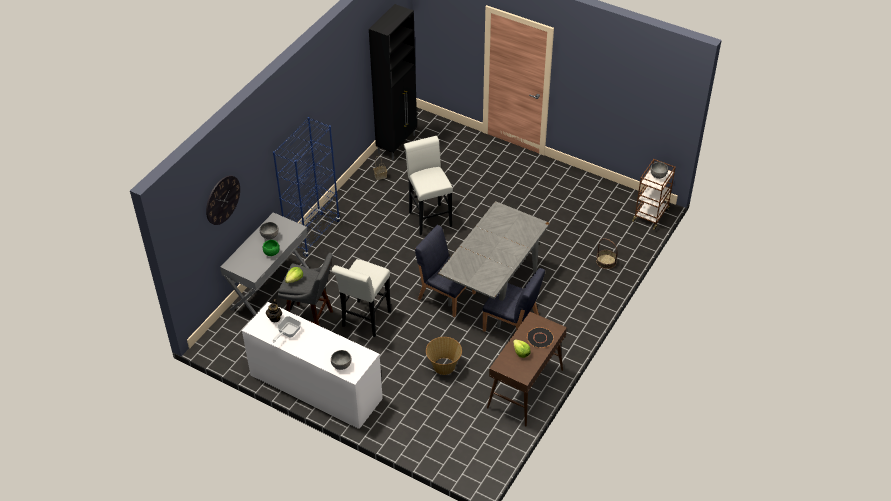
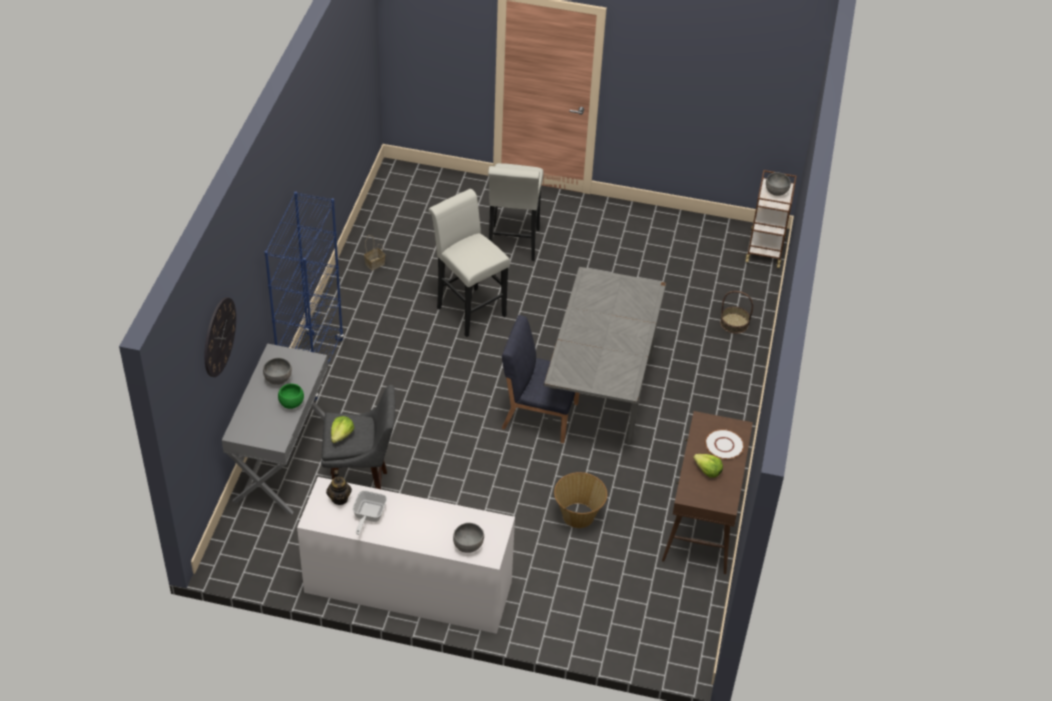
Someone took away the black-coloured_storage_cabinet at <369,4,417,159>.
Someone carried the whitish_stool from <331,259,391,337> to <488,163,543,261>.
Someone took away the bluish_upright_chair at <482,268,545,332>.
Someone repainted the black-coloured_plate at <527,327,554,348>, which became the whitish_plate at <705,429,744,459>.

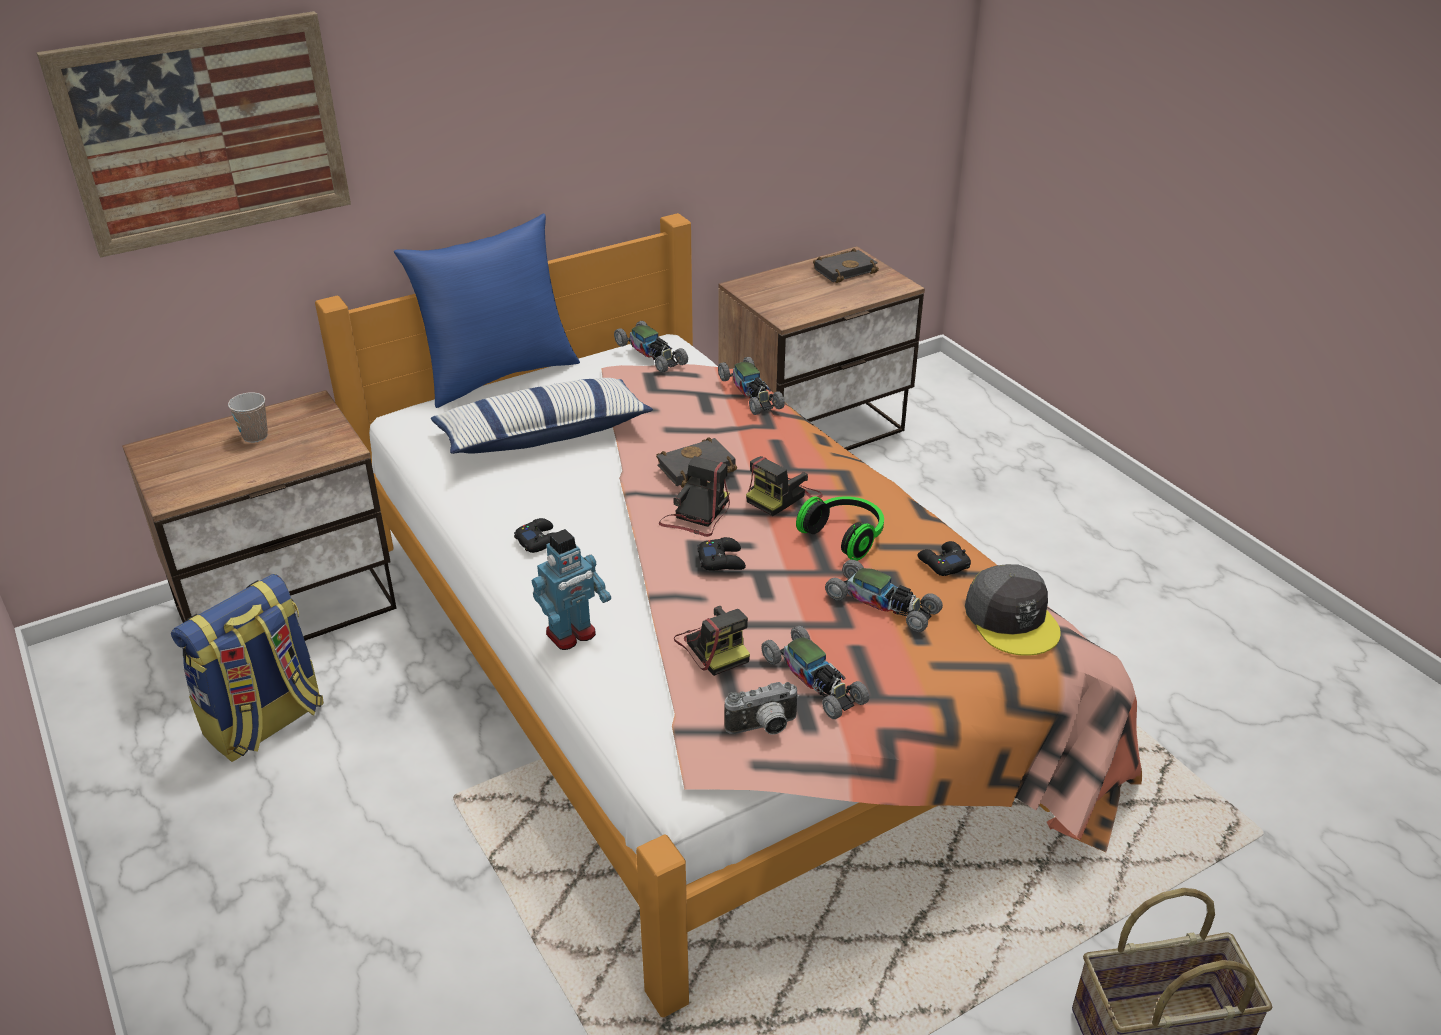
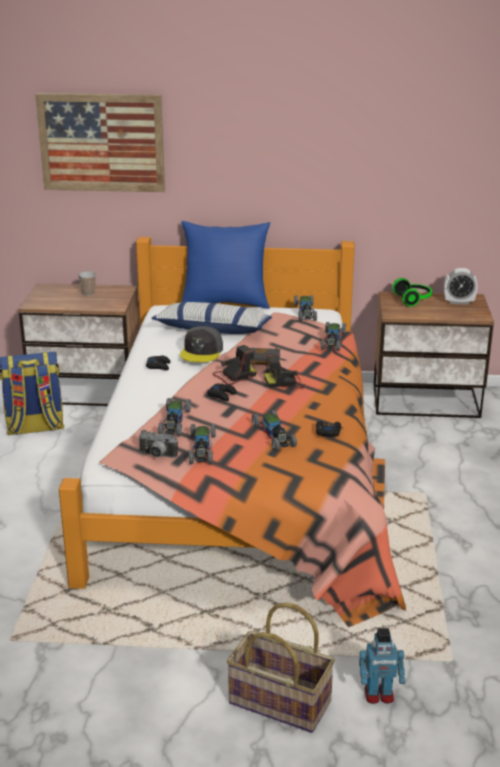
Someone swapped the black-coloured_book at <813,248,879,283> for the alarm_clock at <444,268,478,305>.
Someone carried the pair_of_headphones from <796,496,884,561> to <392,278,432,307>.
Someone carried the model_robot from <532,529,611,650> to <359,628,406,704>.
Someone carried the grey_cap from <965,564,1061,656> to <180,326,223,362>.
Someone swapped the still_camera at <674,606,750,676> for the model_car at <158,398,191,436>.

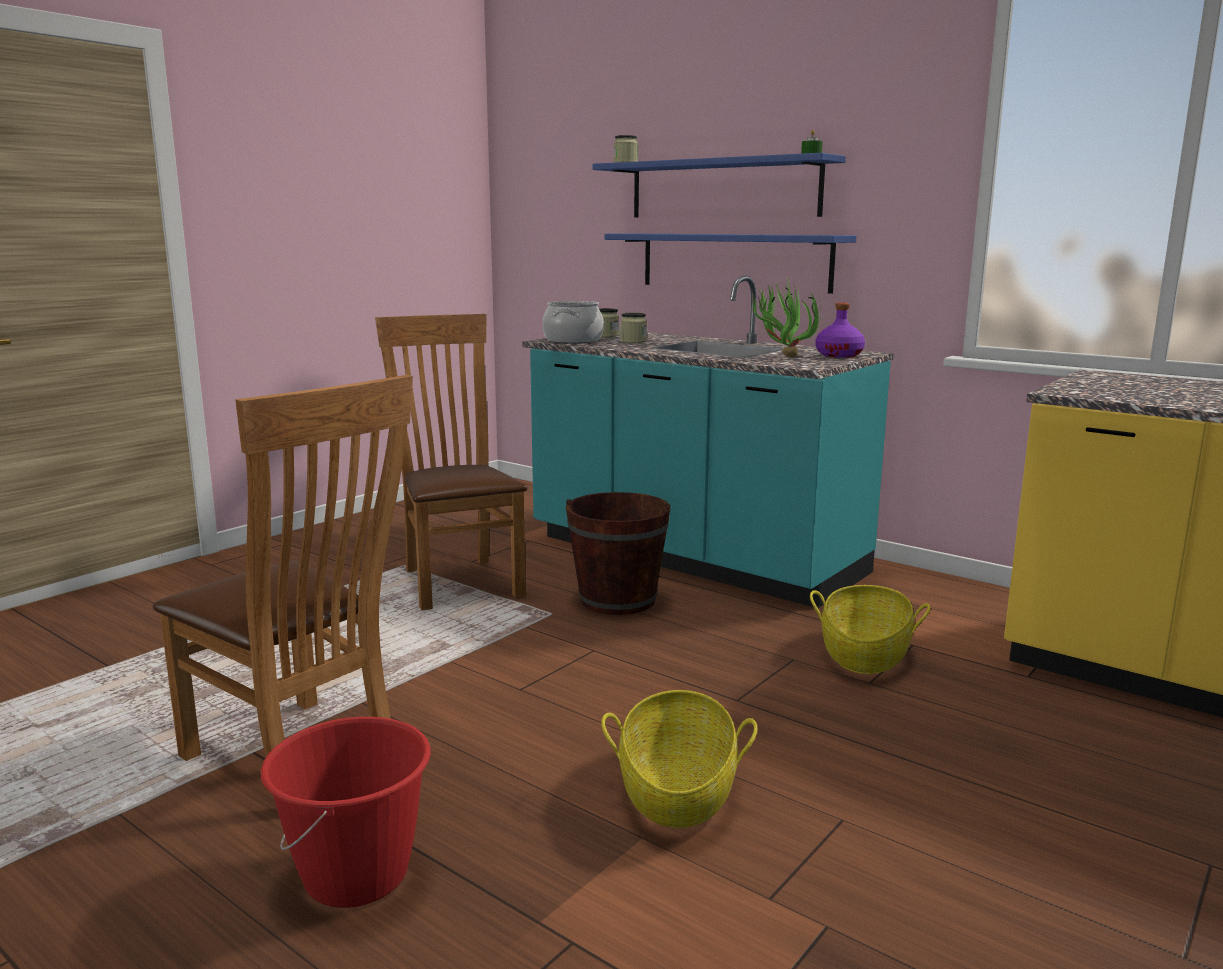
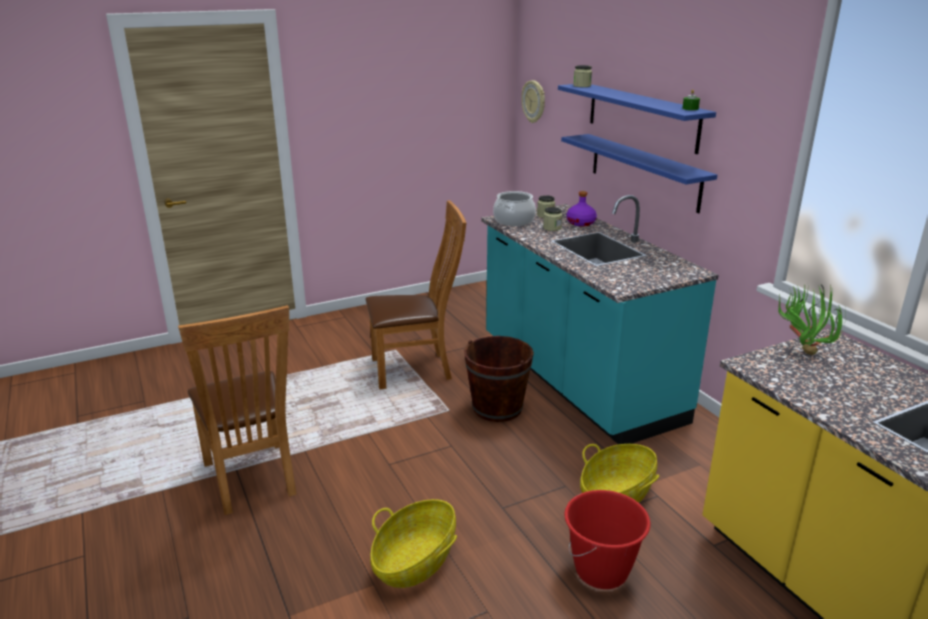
Someone carried the plant_in_a_pot from <752,279,821,358> to <778,284,846,355>.
Someone carried the purple-coloured_bottle from <816,303,865,358> to <566,191,597,226>.
Someone rotated the brown_upright_chair at <375,314,527,610> by 75 degrees clockwise.
Someone carried the red-coloured_water_bucket from <261,717,431,908> to <564,490,650,589>.
Someone put up the hanging_clock at <521,80,545,123>.

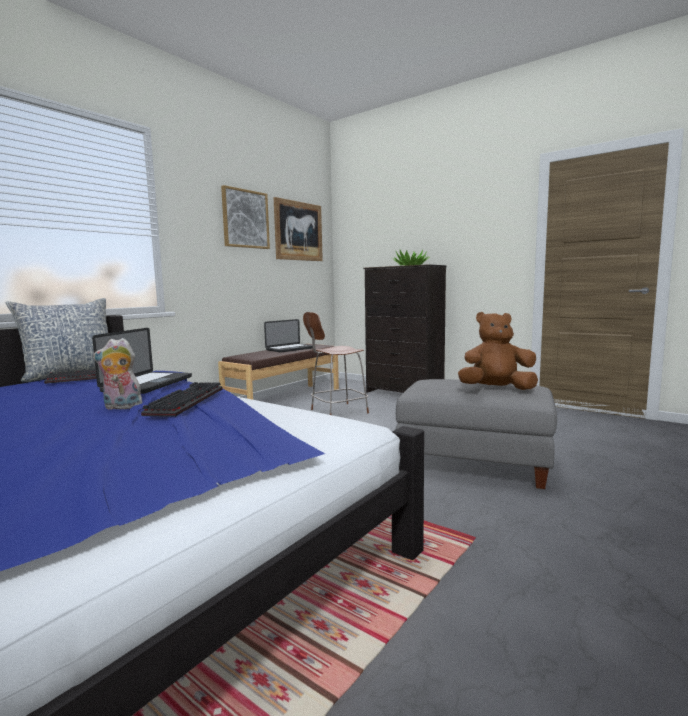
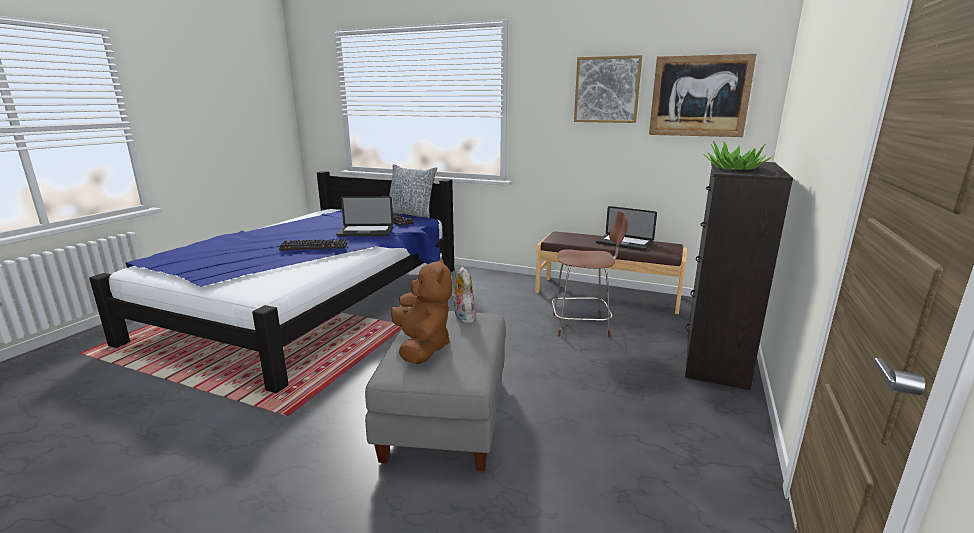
Someone rotated the brown_upright_chair at <303,312,369,415> by 135 degrees clockwise.
Someone carried the soft_toy from <93,338,143,410> to <451,267,476,323>.

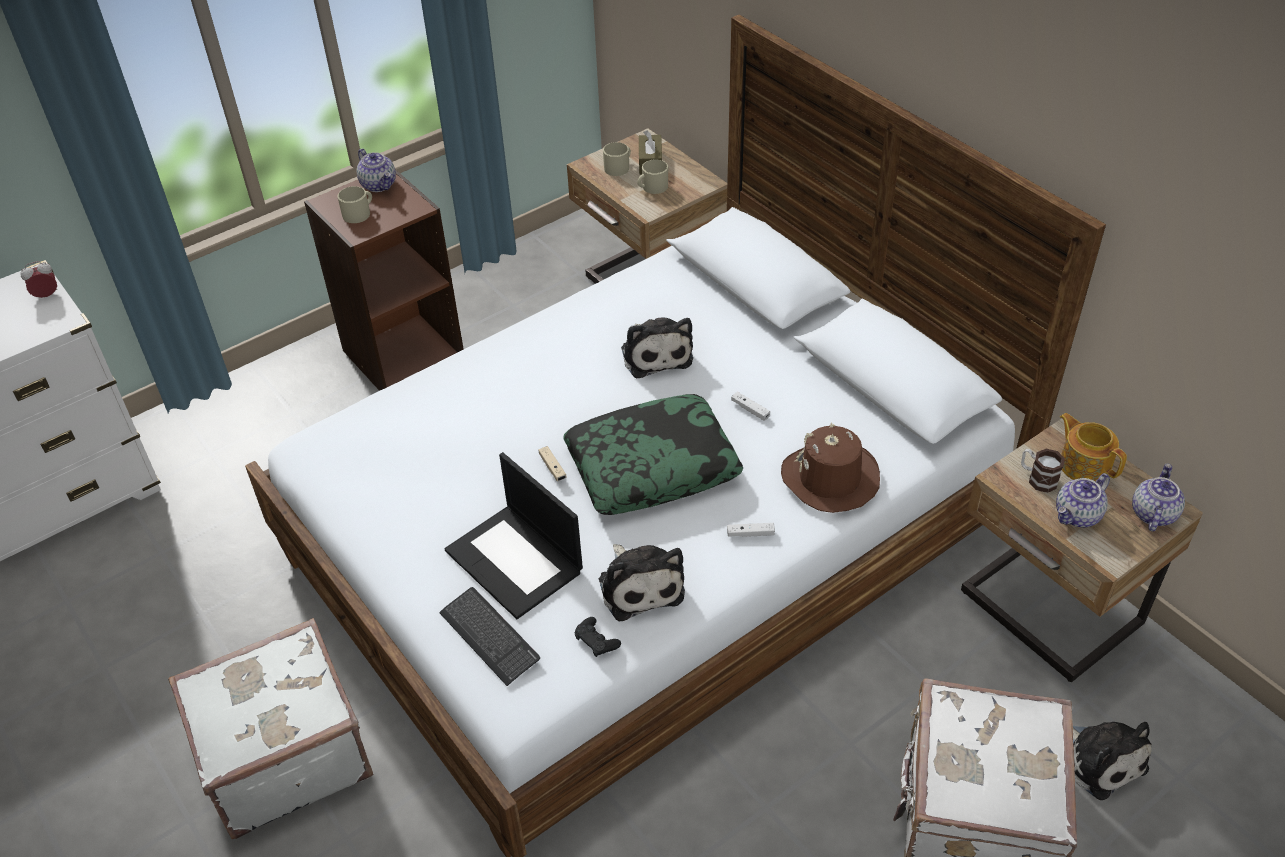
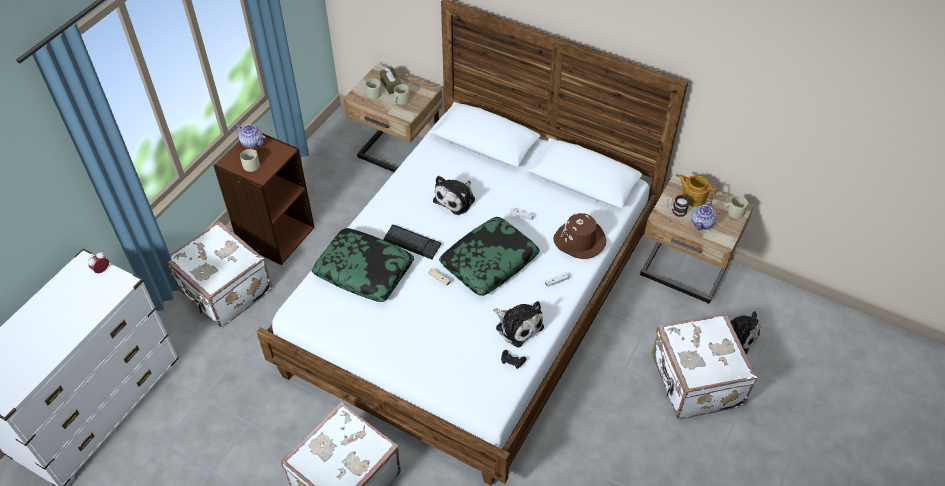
Someone rotated the soft_toy at <621,318,693,379> by 75 degrees clockwise.
Someone took away the notebook_computer at <444,452,583,619>.
Someone swapped the pot_for_tea at <1132,463,1185,531> for the beige-coloured_coffee_mug at <724,196,748,219>.
Someone carried the PC_keyboard from <439,587,540,686> to <383,225,441,259>.
Someone put down the whitish_travel_case at <167,221,272,327>.
Someone put down the throw_pillow at <312,228,414,302>.

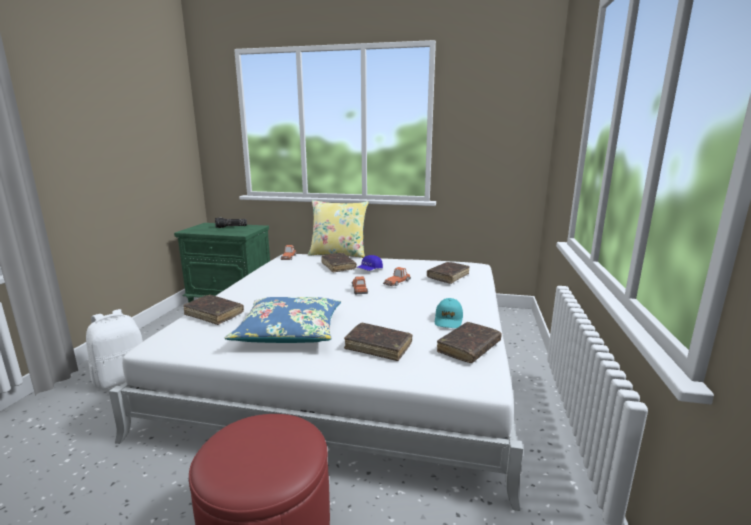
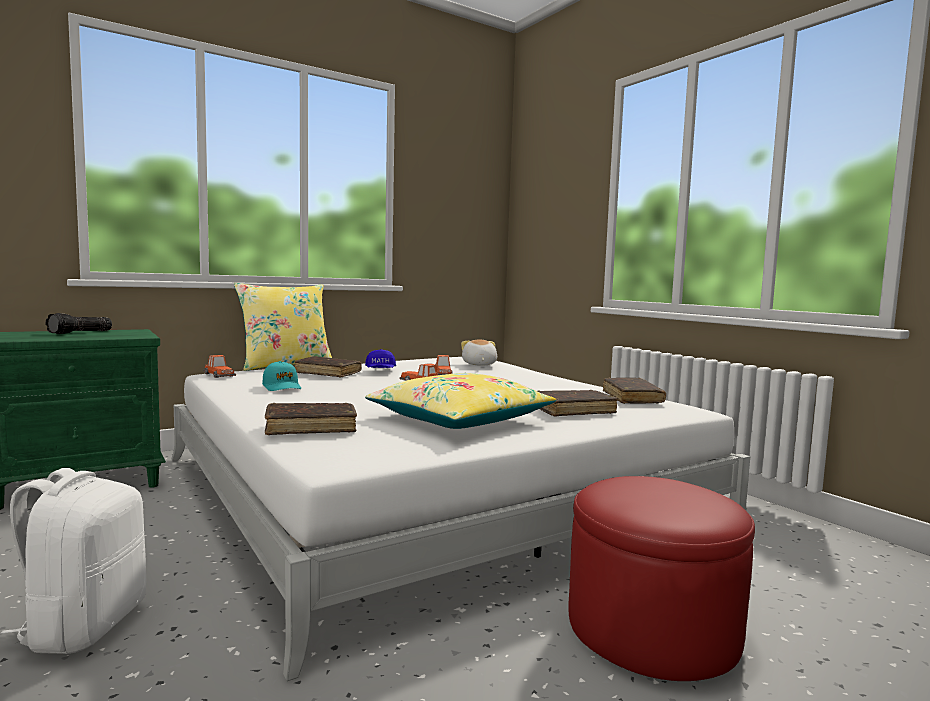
Someone swapped the brown_book at <427,262,470,284> for the soft_toy at <461,340,497,366>.
Someone repainted the bluish_throw_pillow at <225,297,341,343>, which became the yellowish_throw_pillow at <365,373,556,429>.
Someone carried the turquoise_cap from <435,298,463,328> to <262,361,301,391>.

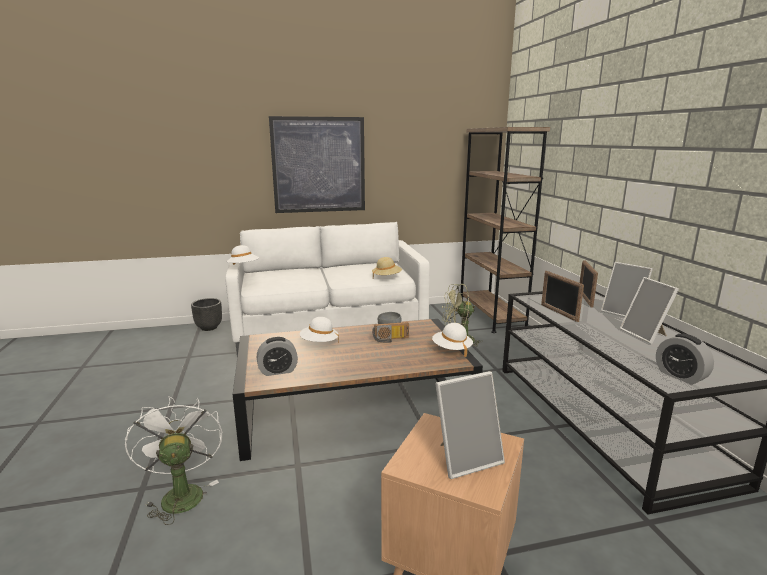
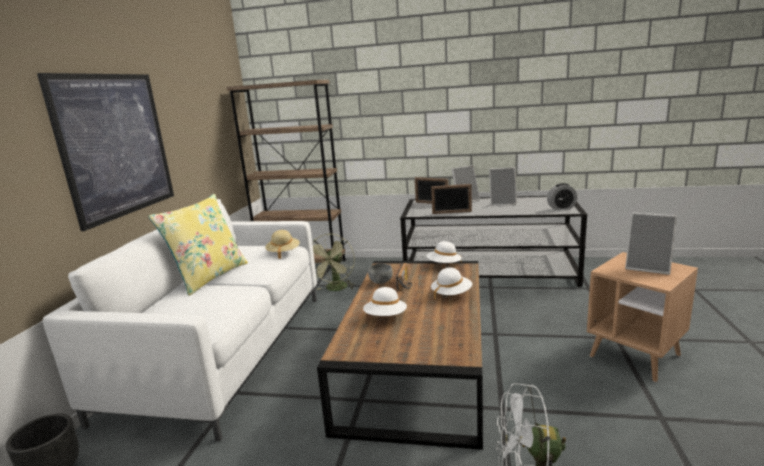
Someone carried the whitish_hat from <226,245,259,265> to <431,267,472,299>.
Someone took away the alarm_clock at <257,337,298,376>.
Someone rotated the picture_frame at <435,371,505,479> by 120 degrees clockwise.
Someone put down the yellowish_throw_pillow at <148,194,248,296>.

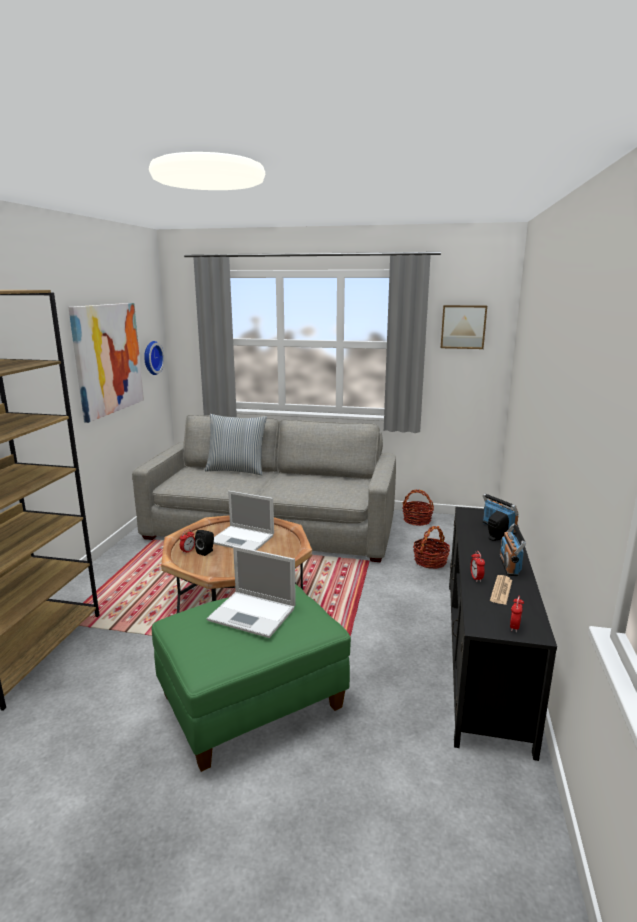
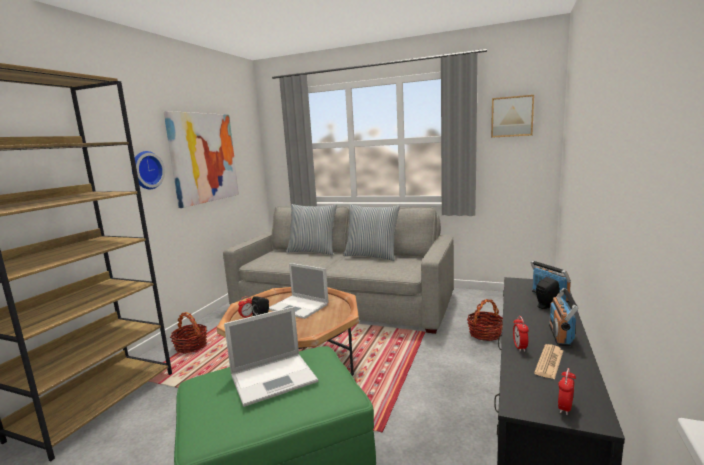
Someone carried the hanging_clock from <144,341,165,375> to <132,151,165,189>.
Someone carried the storage_basket from <403,490,434,526> to <170,312,207,354>.
Someone rotated the notebook_computer at <207,546,296,638> by 60 degrees counterclockwise.
Someone put down the throw_pillow at <343,204,400,261>.

